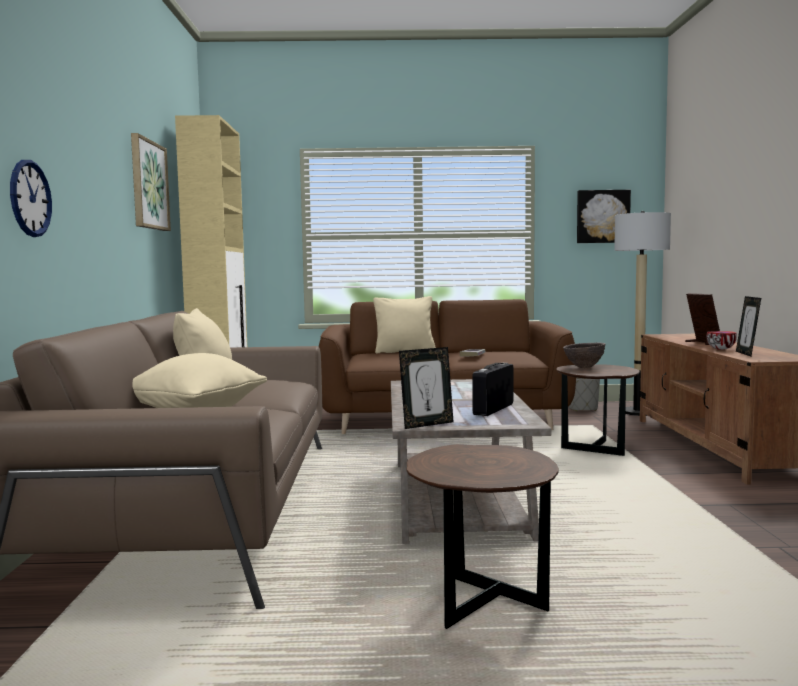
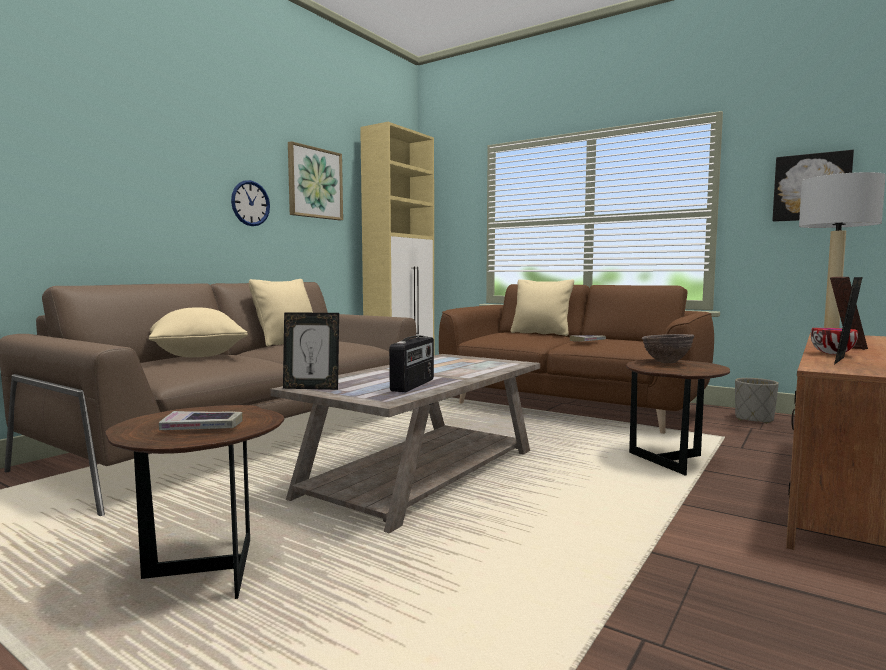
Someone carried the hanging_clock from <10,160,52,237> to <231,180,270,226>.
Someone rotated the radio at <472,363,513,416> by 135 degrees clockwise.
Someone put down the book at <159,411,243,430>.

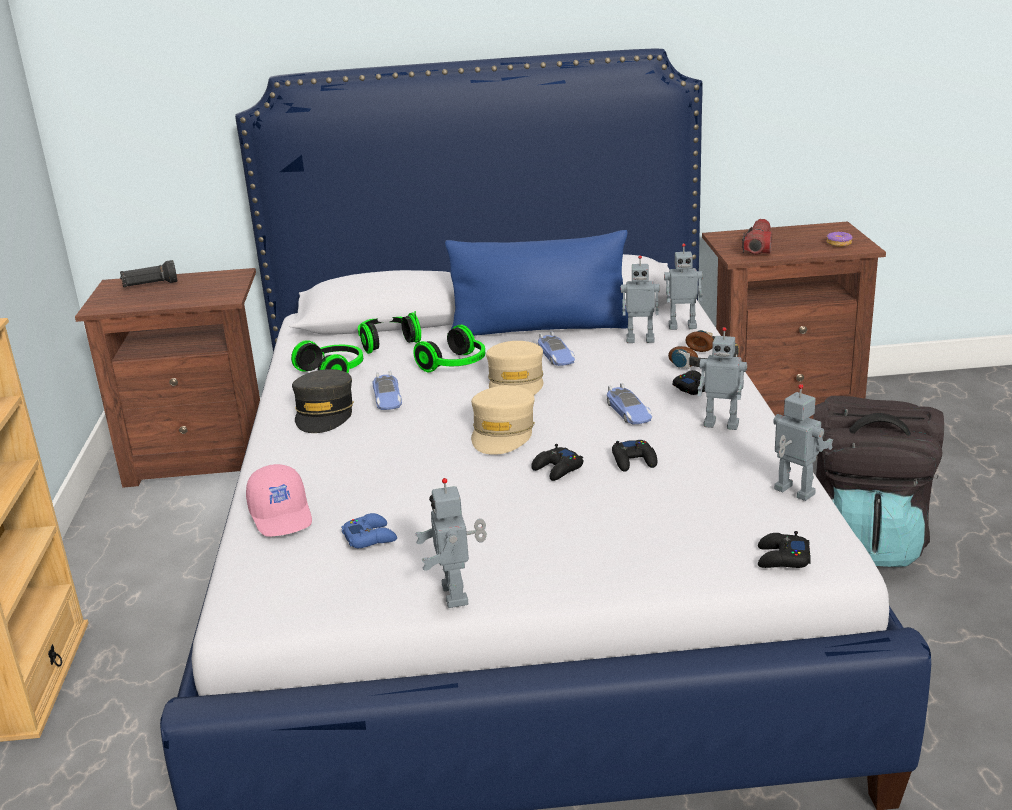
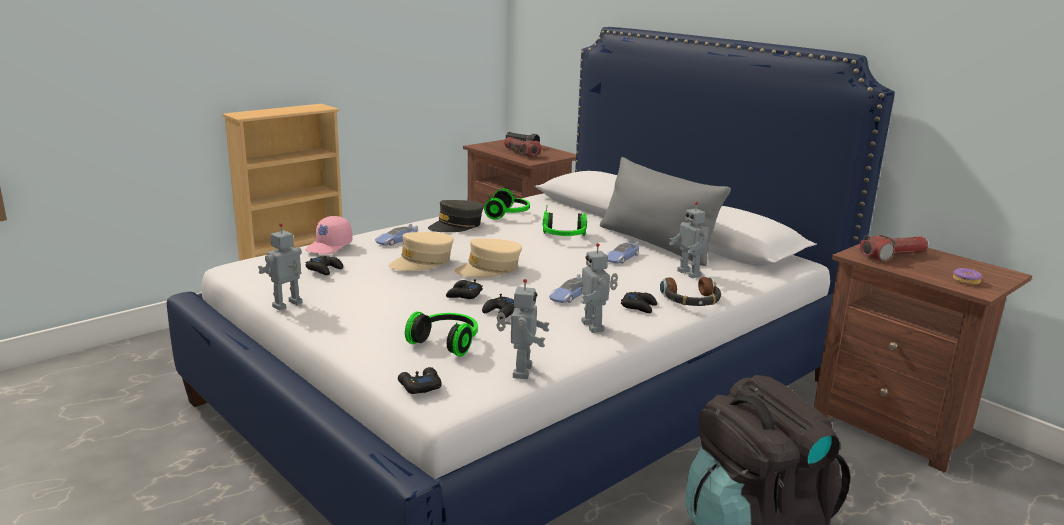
Someone repainted the bluish_throw_pillow at <445,230,628,336>, which became the grey_throw_pillow at <600,157,731,266>.
Someone took away the model_robot at <664,243,703,330>.
Someone carried the pair_of_headphones from <358,311,421,354> to <405,311,478,357>.
Someone carried the beige-coloured_cap from <486,341,543,395> to <389,232,454,271>.
Someone carried the model_car from <372,371,402,410> to <375,224,418,246>.
Someone repainted the bluish_gamepad at <341,513,397,548>, which became the black-coloured_gamepad at <306,256,343,275>.
Someone put down the torch at <504,137,541,157>.

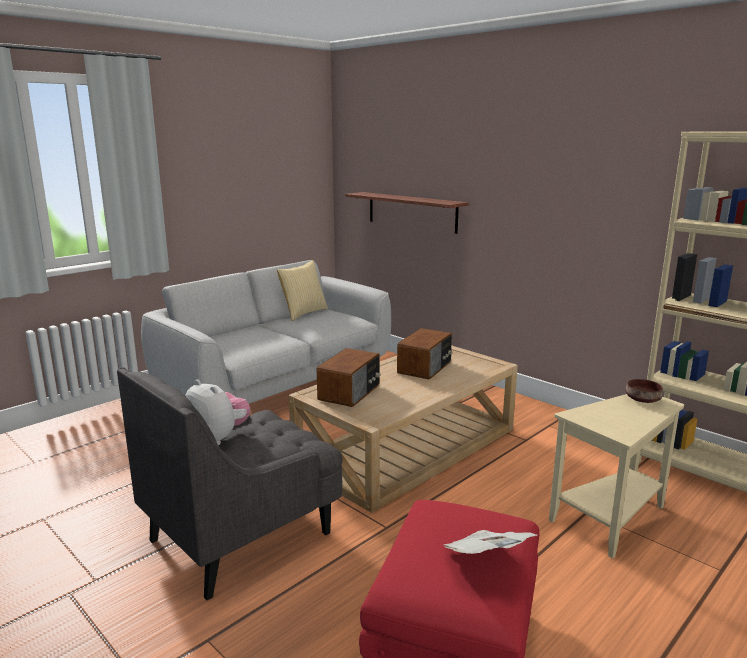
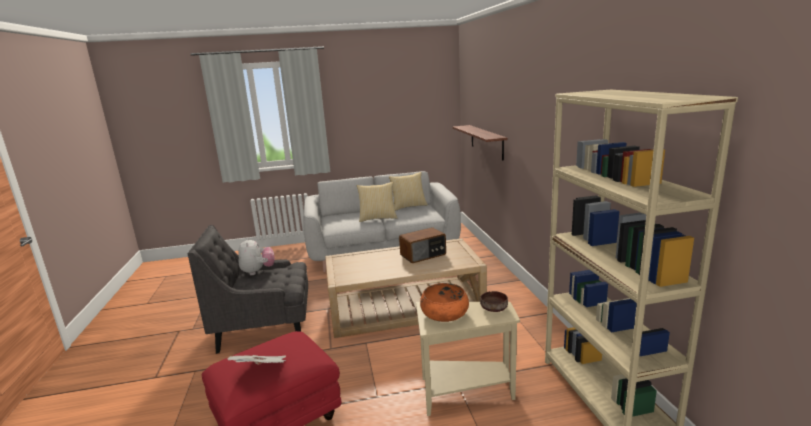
Someone took away the radio at <317,348,380,407>.
Someone put down the throw_pillow at <356,182,397,222>.
Someone put down the orange-coloured_bowl at <420,283,469,322>.

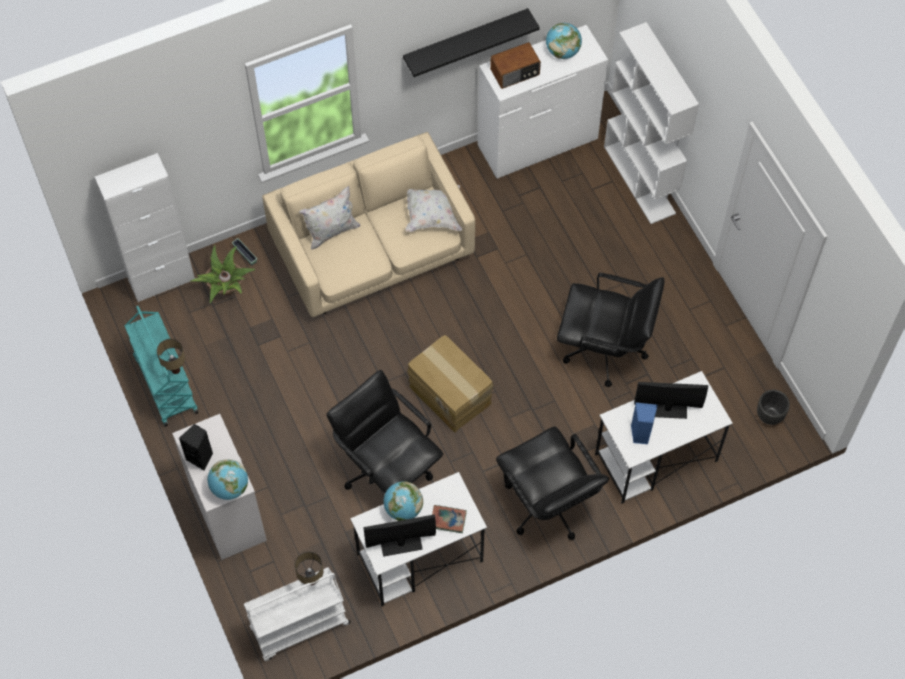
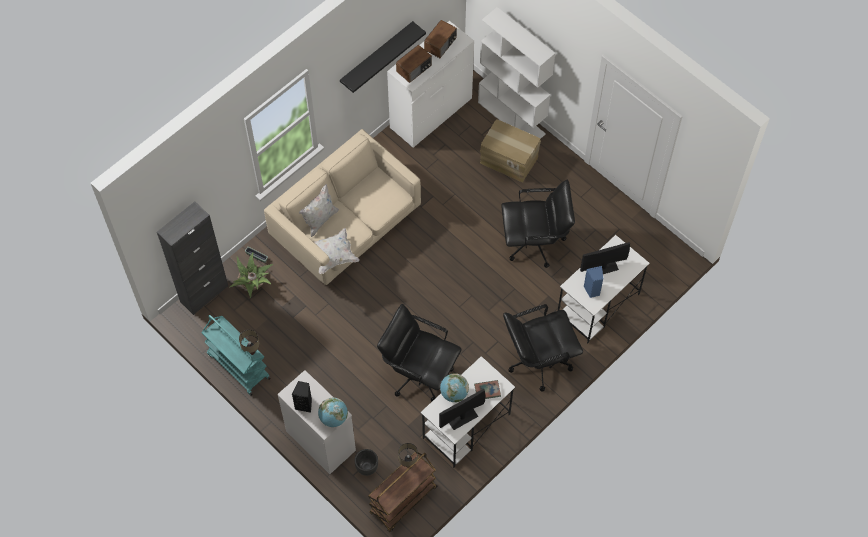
Someone swapped the globe at <546,23,582,59> for the radio at <424,20,457,58>.
Someone repainted the whitish_storage_cabinet at <95,153,195,302>, which became the black-coloured_storage_cabinet at <157,201,228,315>.
Someone carried the whitish_throw_pillow from <405,185,462,232> to <314,228,359,274>.
Someone carried the packing_box from <407,335,494,433> to <480,119,541,182>.
Someone carried the black-coloured_planter from <757,390,790,425> to <354,449,378,476>.
Someone rotated the black-coloured_desk_chair at <496,426,609,540> by 120 degrees clockwise.
Someone repainted the whitish_cart at <244,567,351,661>, which became the brown_cart at <368,452,437,532>.

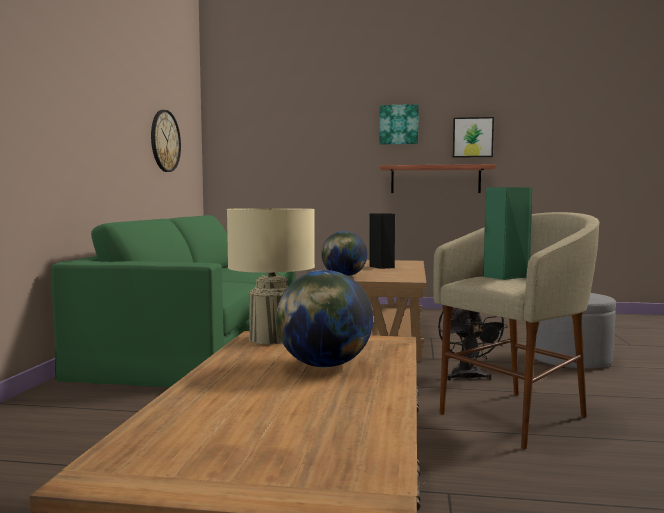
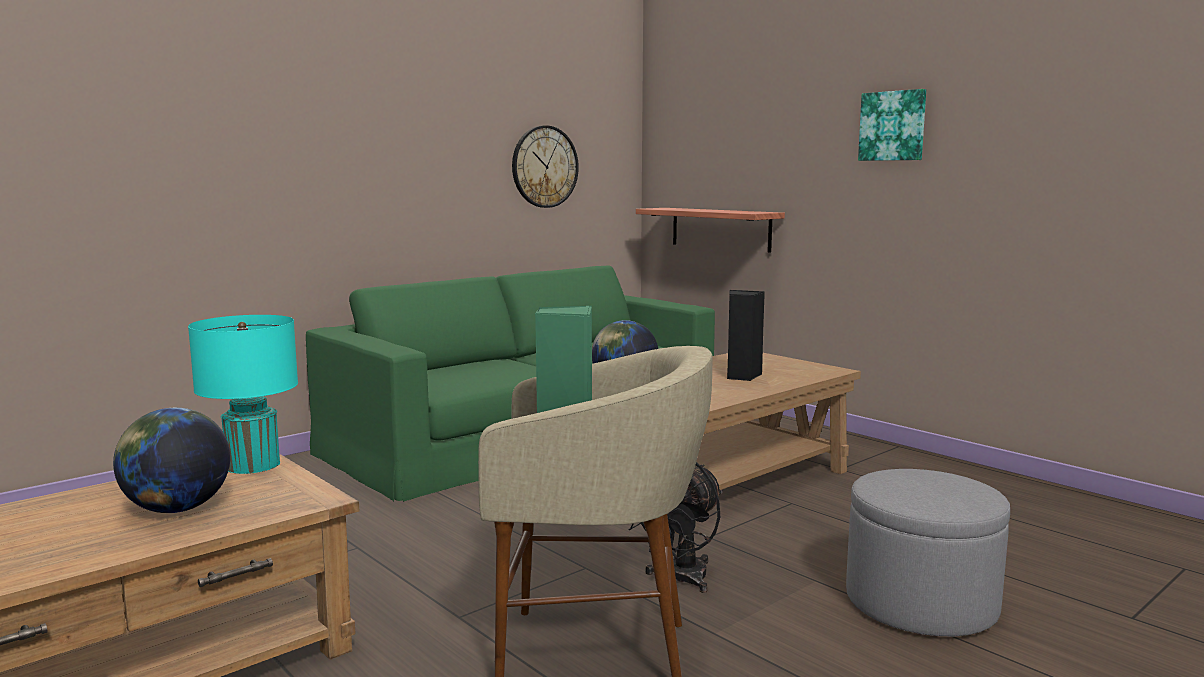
Someone took away the wall_picture at <453,117,494,158>.
Someone carried the shelf from <380,164,496,193> to <636,208,785,253>.
Someone repainted the beige-coloured_tabletop_lamp at <227,208,315,345>, which became the turquoise_tabletop_lamp at <188,315,298,474>.

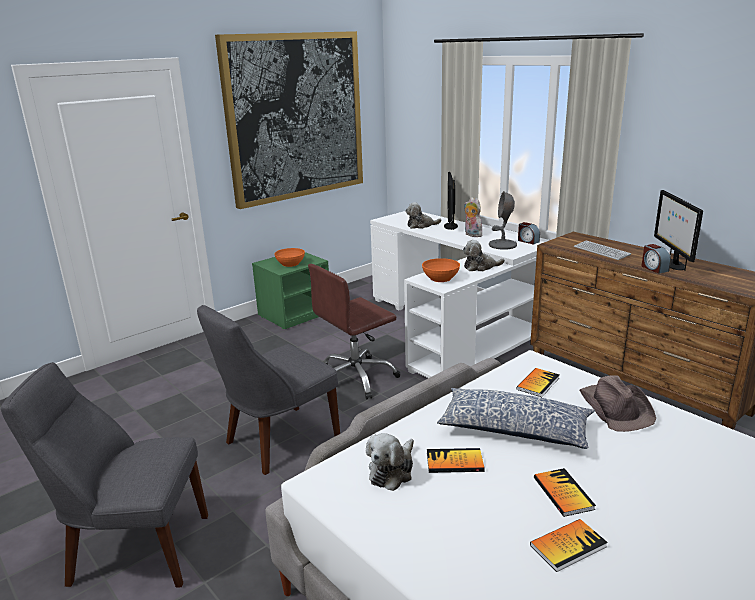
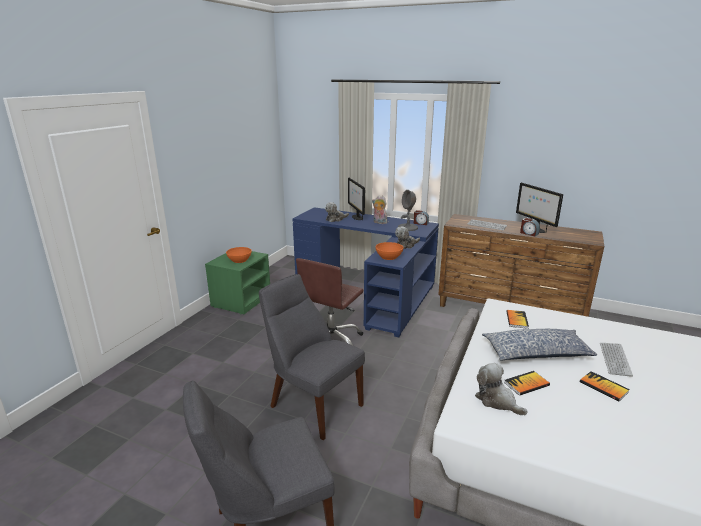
Someone took away the wall_picture at <215,31,363,209>.
Someone repainted the whitish_desk_table at <370,211,545,378>, which became the bluish_desk_table at <292,207,439,337>.
Someone rotated the grey_upright_chair at <197,305,340,475> by 105 degrees clockwise.
Someone took away the brown_hat at <579,375,656,432>.
Someone rotated the soft_toy at <366,433,414,491> by 135 degrees clockwise.
Someone took away the book at <530,519,608,572>.
Someone put down the PC_keyboard at <600,343,633,377>.

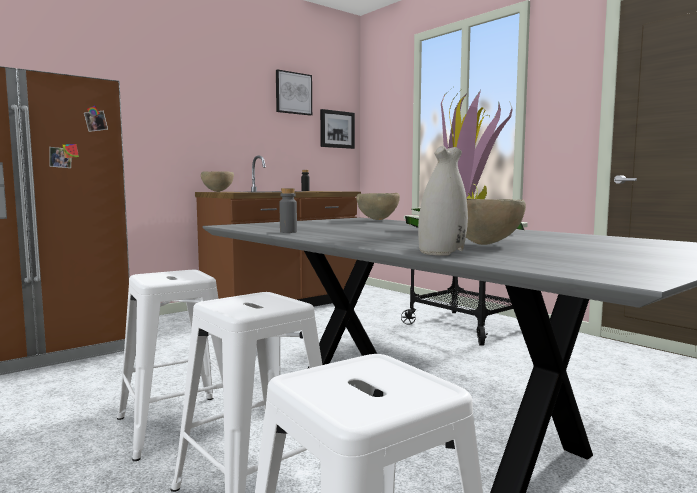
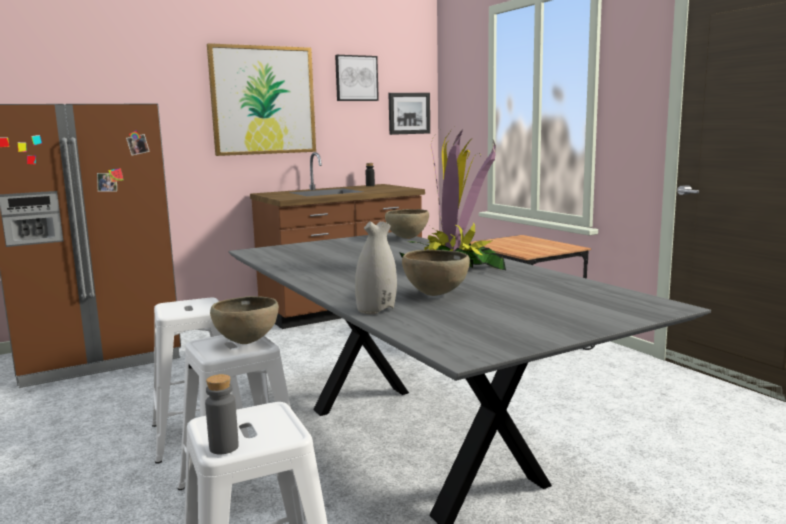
Someone carried the brown_bowl from <201,171,234,192> to <210,296,279,344>.
Someone carried the grey_bottle from <280,188,297,233> to <205,374,239,454>.
Someone put up the wall_picture at <207,43,316,156>.

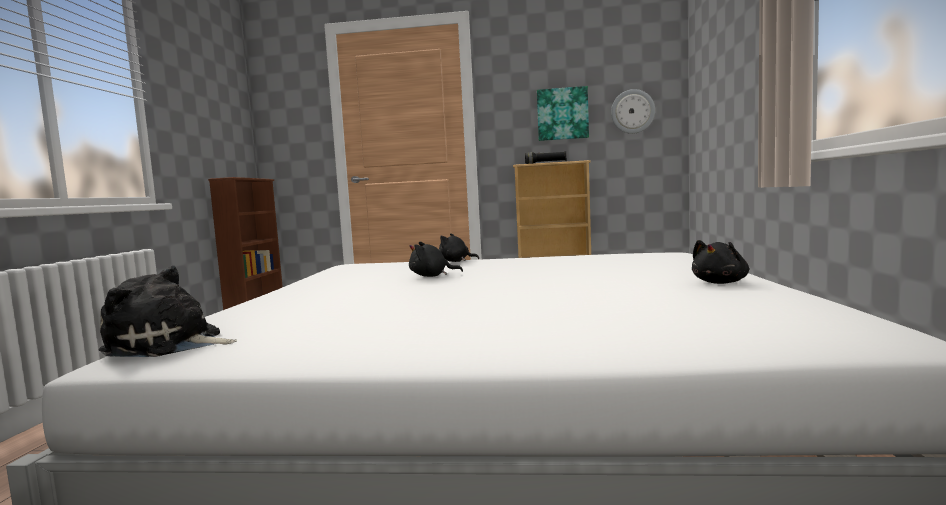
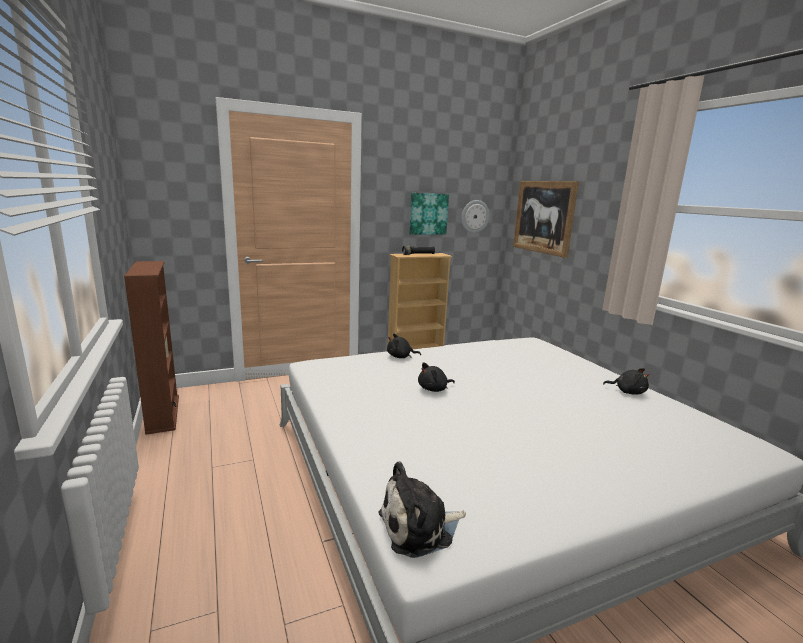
Someone rotated the black-coloured_soft_toy at <692,240,749,284> by 75 degrees counterclockwise.
Someone put up the wall_picture at <513,181,579,258>.

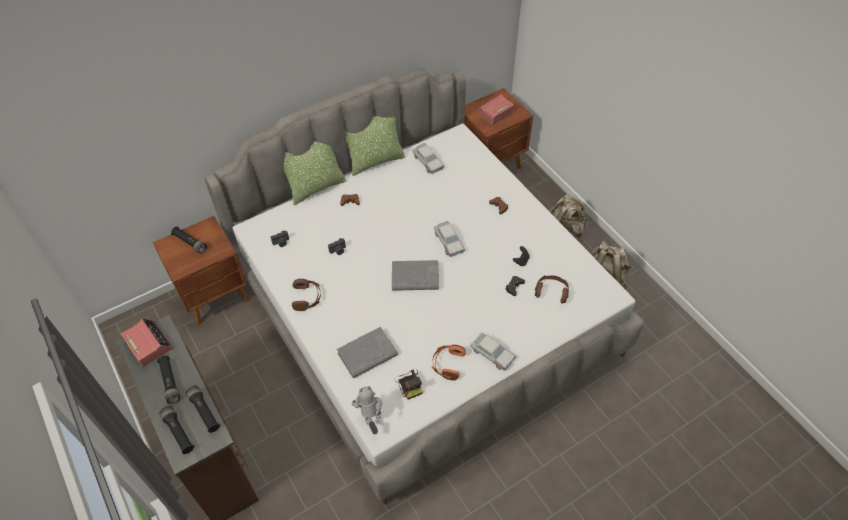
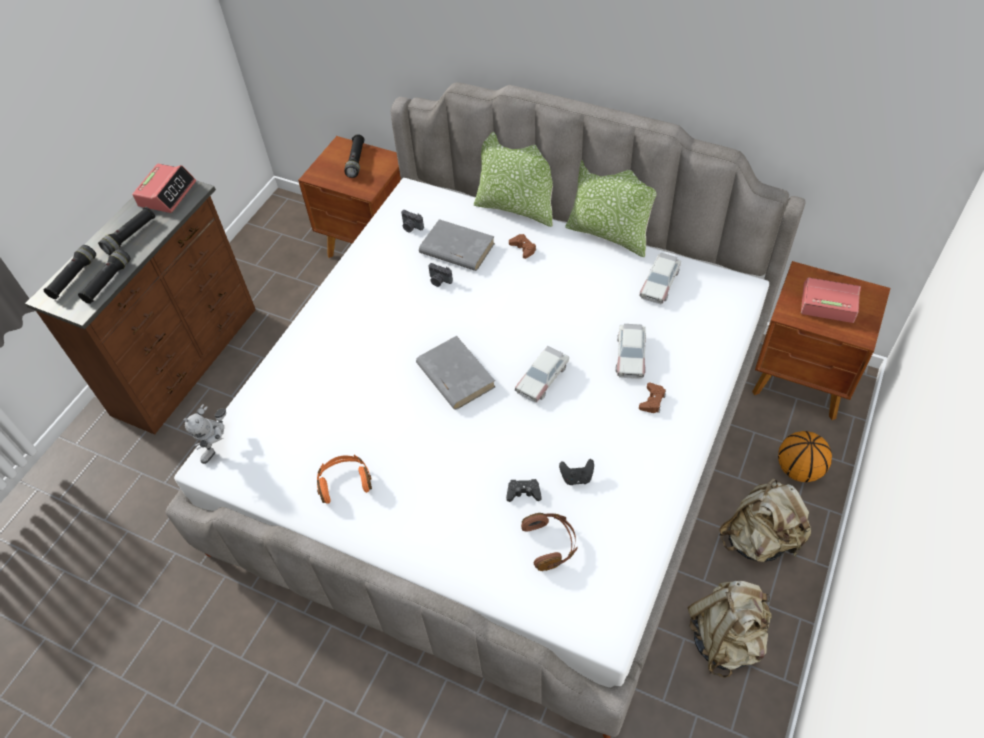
Someone took away the brown_pair_of_headphones at <292,279,321,311>.
Someone carried the grey_book from <337,327,398,378> to <419,219,495,271>.
Someone carried the model_car from <470,332,516,371> to <615,324,646,379>.
Someone took away the still_camera at <395,369,423,400>.
Someone rotated the model_robot at <352,386,382,434> by 150 degrees clockwise.
Someone put down the ball_for_basketball at <778,431,832,482>.

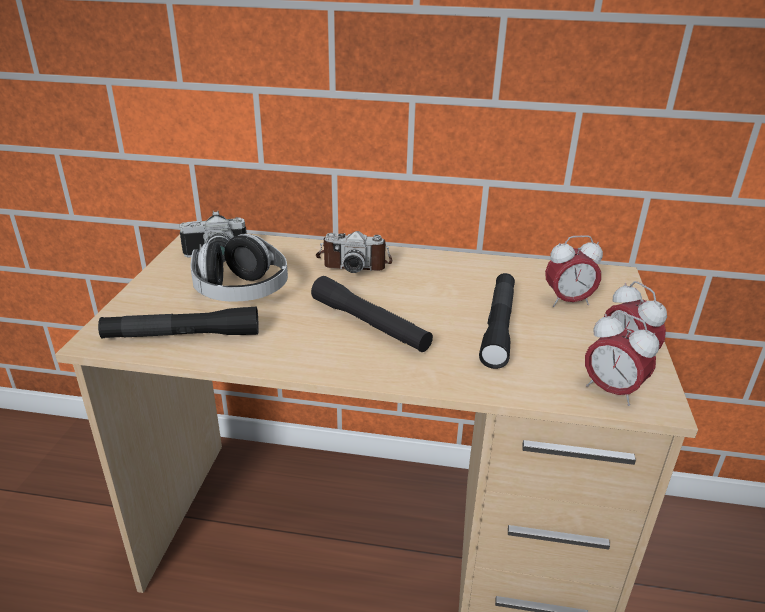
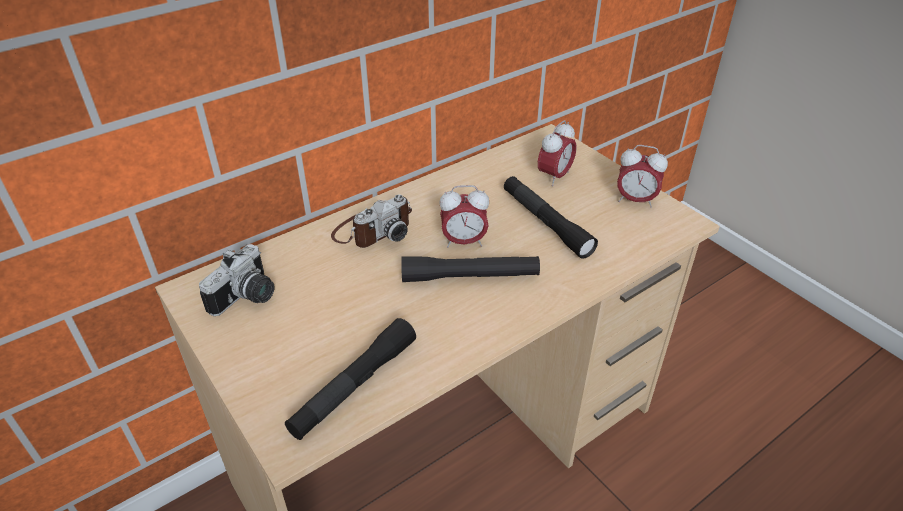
Someone took away the pair_of_headphones at <190,234,288,301>.
Someone carried the alarm_clock from <585,312,659,406> to <439,185,489,248>.

